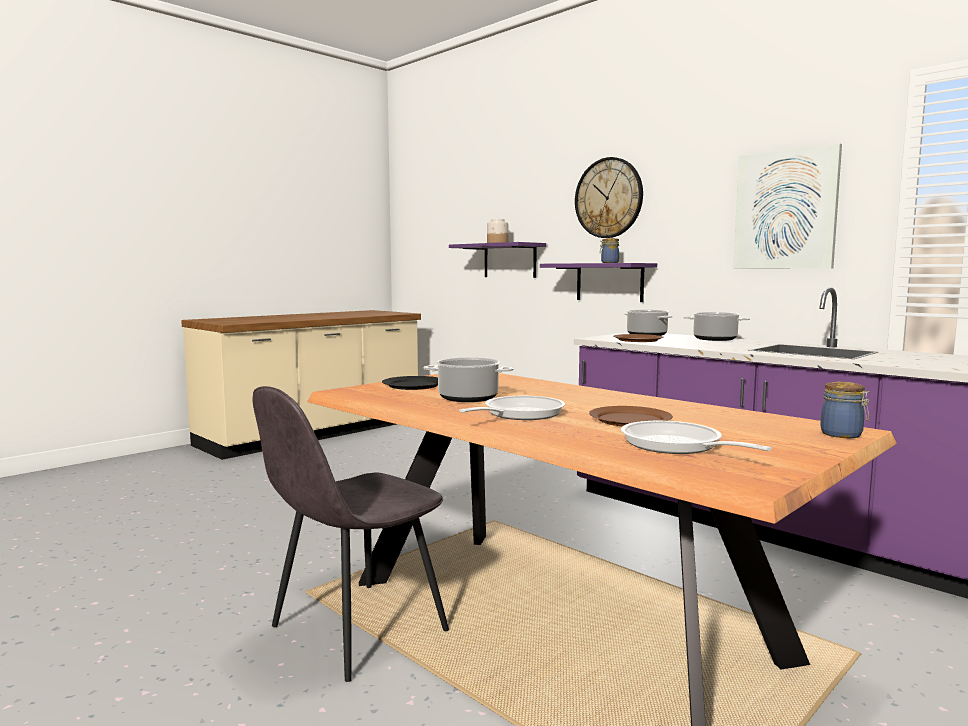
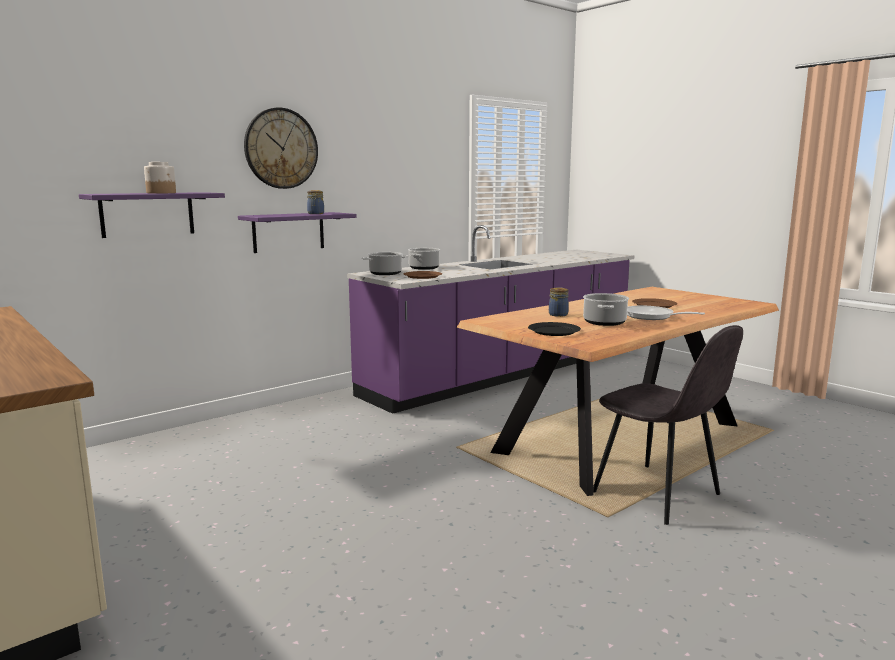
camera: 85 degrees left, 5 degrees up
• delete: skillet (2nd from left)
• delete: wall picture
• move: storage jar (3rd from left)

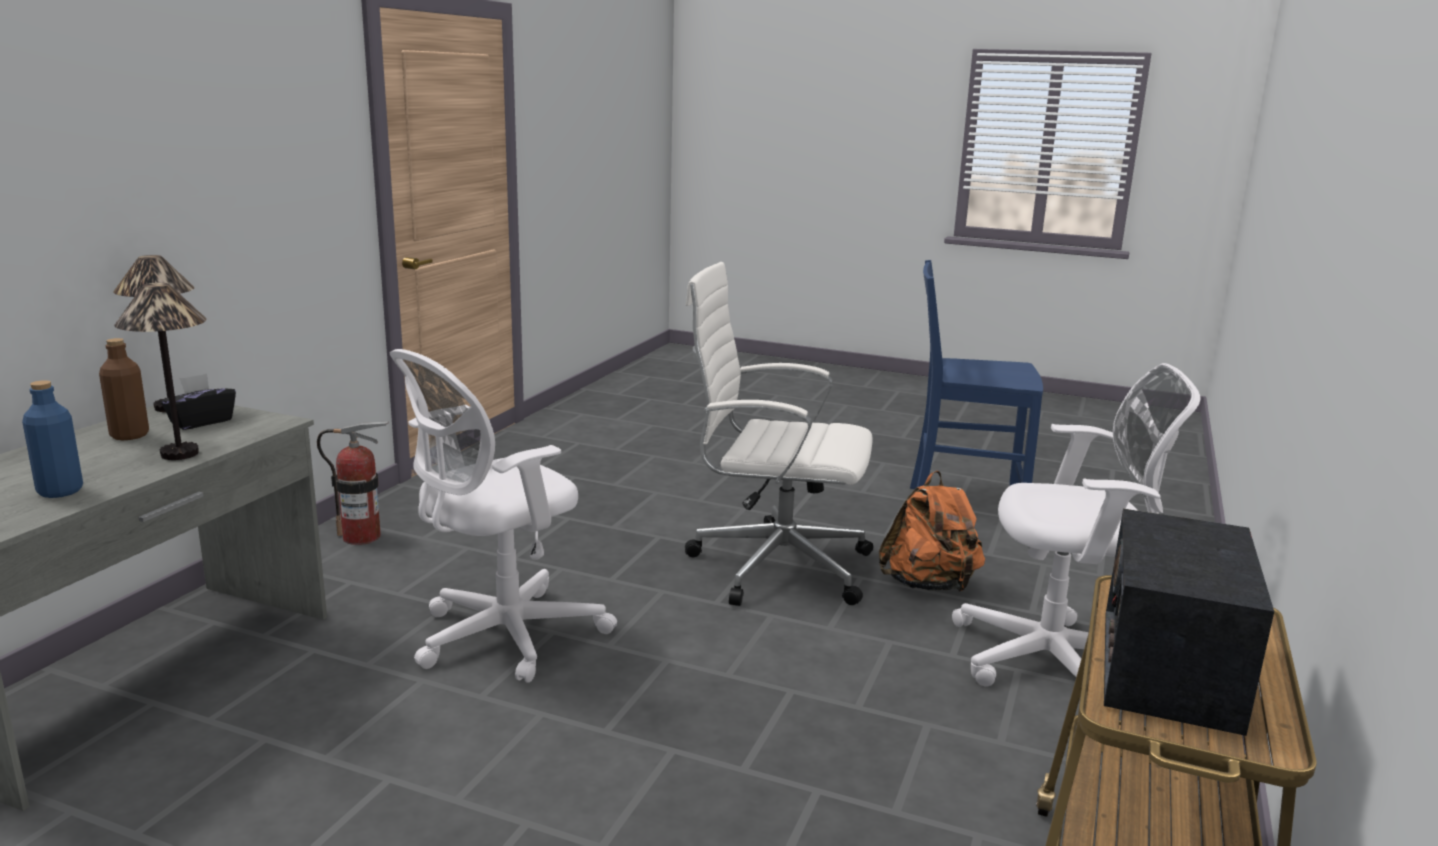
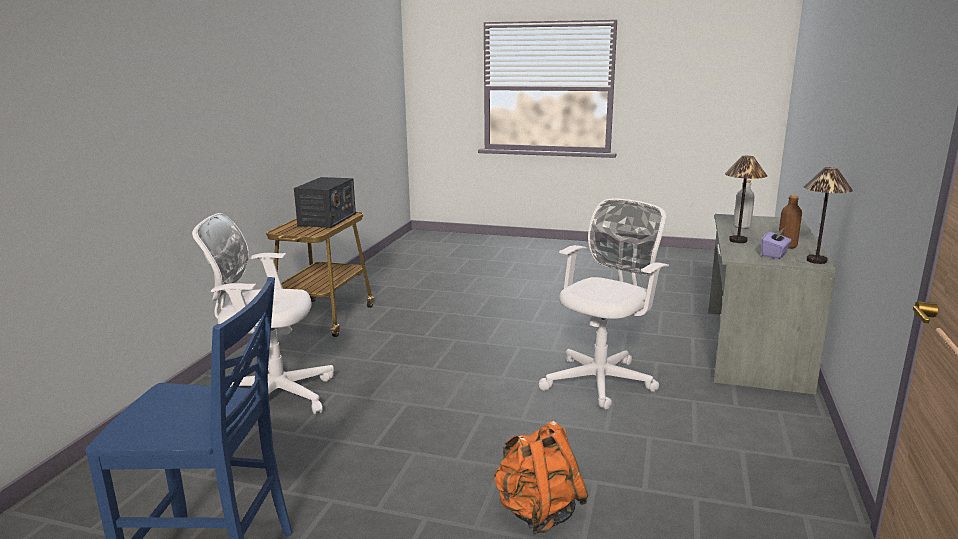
camera: 175 degrees right, 0 degrees up
• delete: fire extinguisher
• delete: computer chair (white-coloured) (2nd from left)
• move: rucksack (orangey)
• recolor: beverage bottle (bluish) to beverage bottle (greyish)
• recolor: tissue holder (blackish) to tissue holder (purple)

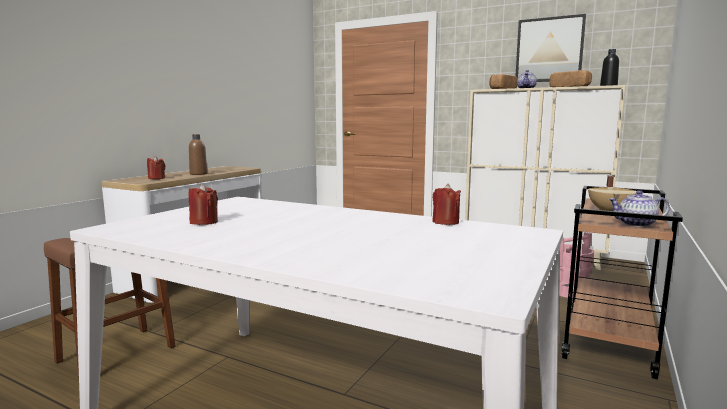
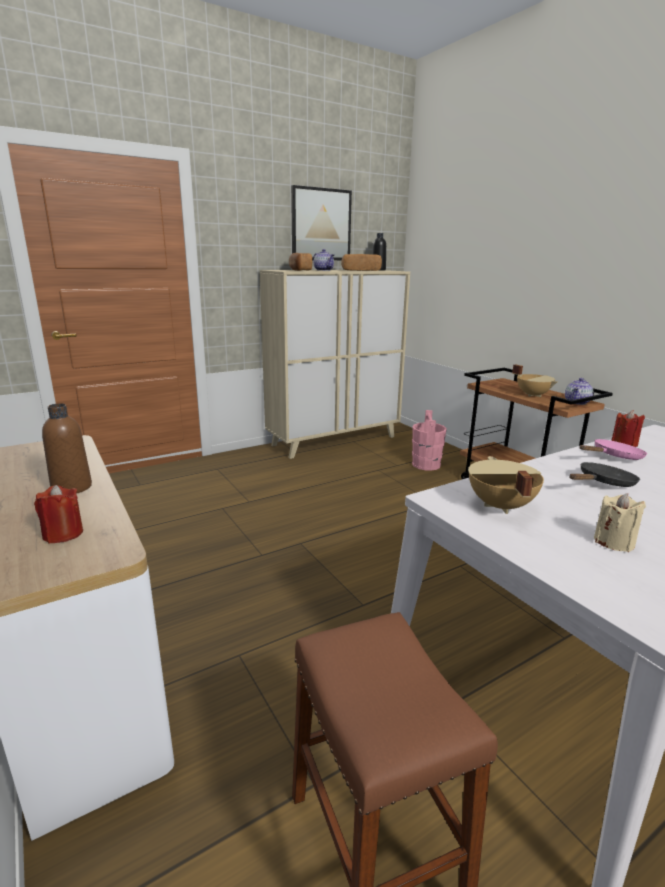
camera: 60 degrees left, 10 degrees up
• insert: saucepot (sand-coloured) (1st from left)
• insert: skillet (blackish)
• insert: skillet (pink)
• recolor: wax candle (reddish) (2nd from left) to wax candle (sand-coloured)

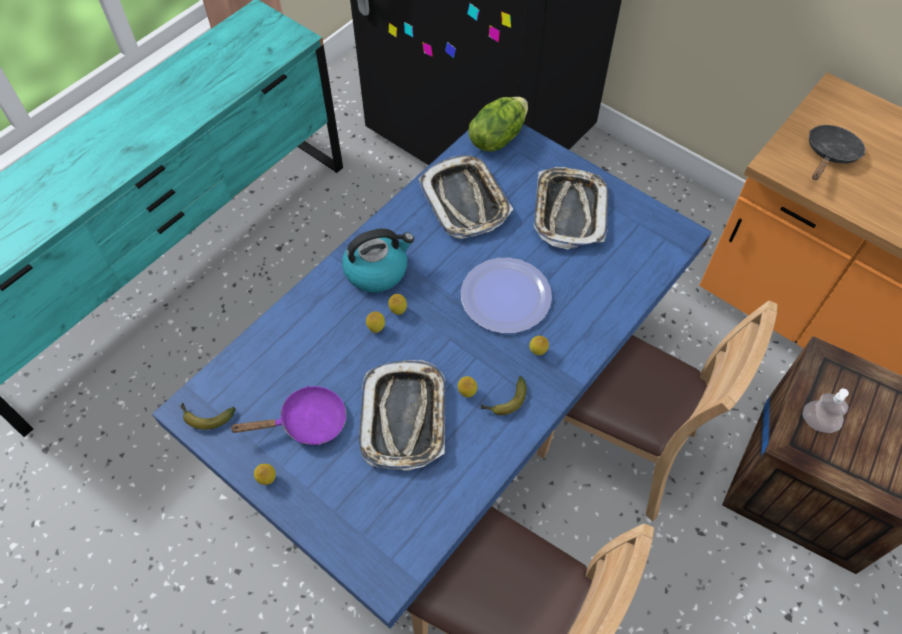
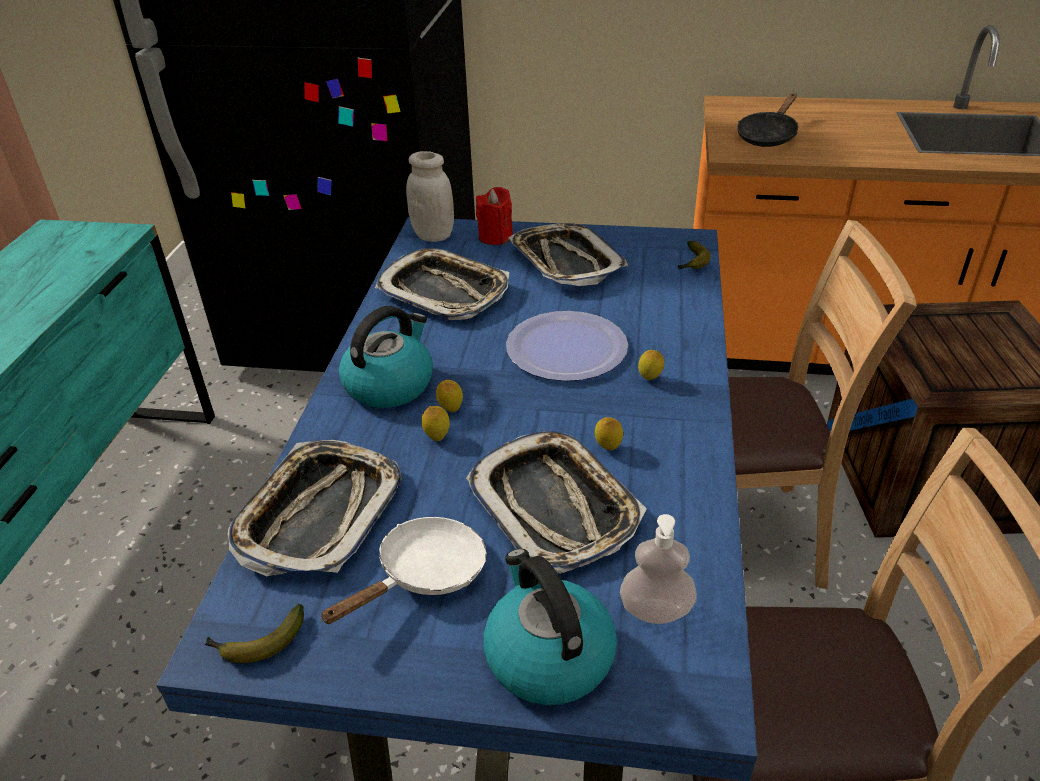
camera: 30 degrees left, 20 degrees down
• delete: lemon (1st from left)
• insert: tray (1st from left)
• insert: wax candle (reddish)
• insert: water kettle (2nd from left)
• move: banana (2nd from left)
• move: soap bottle
• replace: lettuce to storage jar (white-coloured)
• recolor: skillet (purple) to skillet (white-coloured)
• rotate: skillet (blackish) 150 degrees counterclockwise

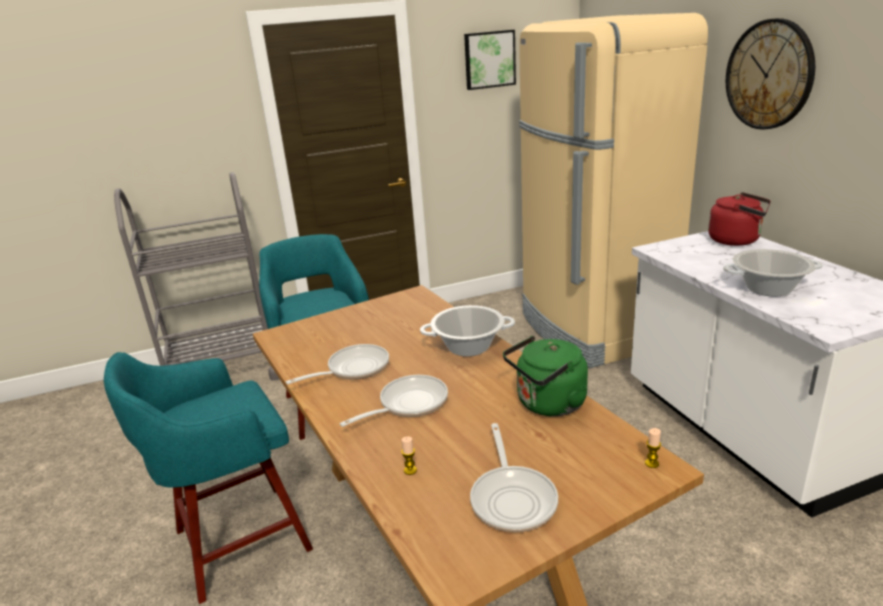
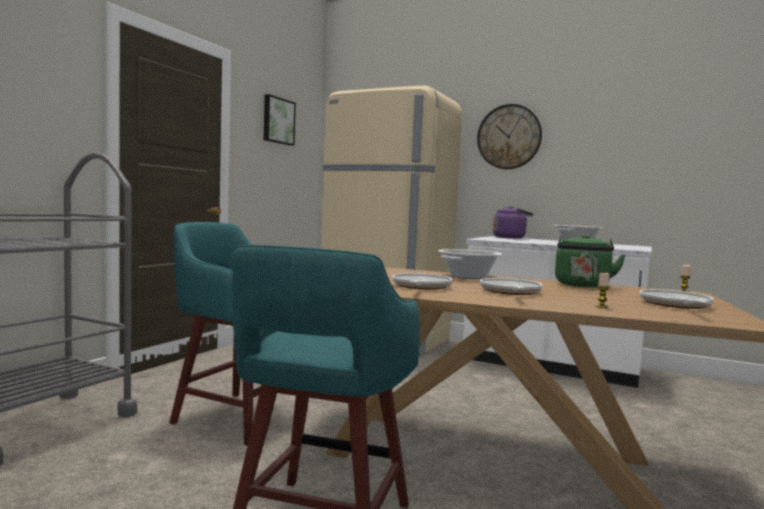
camera: 45 degrees left, 20 degrees down
• recolor: water kettle (reddish) to water kettle (purple)
• rotate: skillet (3rd from left) 120 degrees counterclockwise

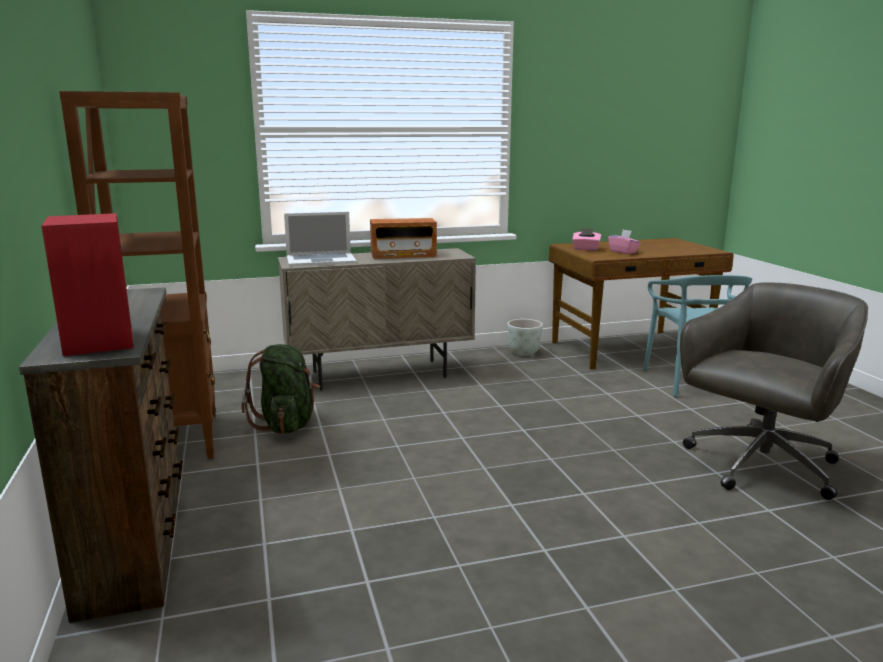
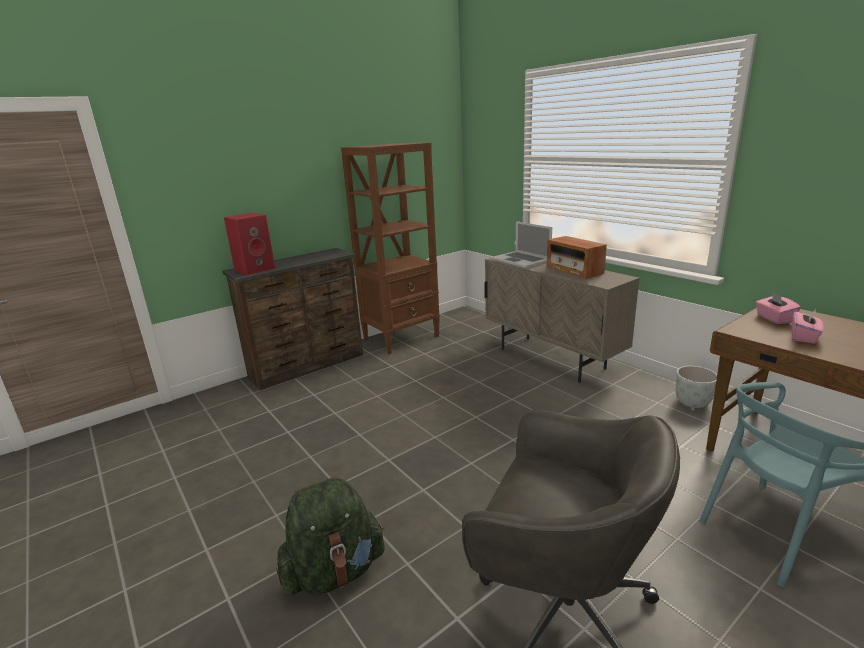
camera: 70 degrees right, 5 degrees up
• move: rucksack (green)

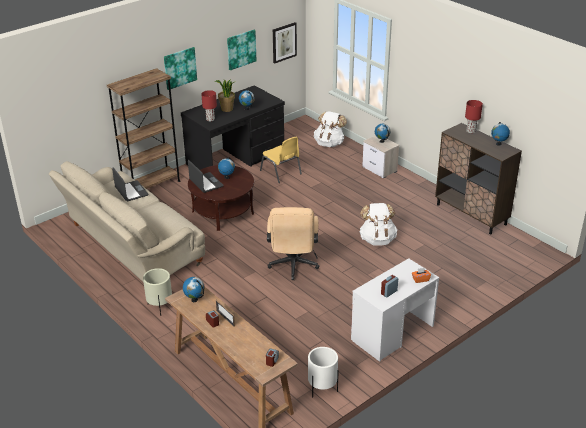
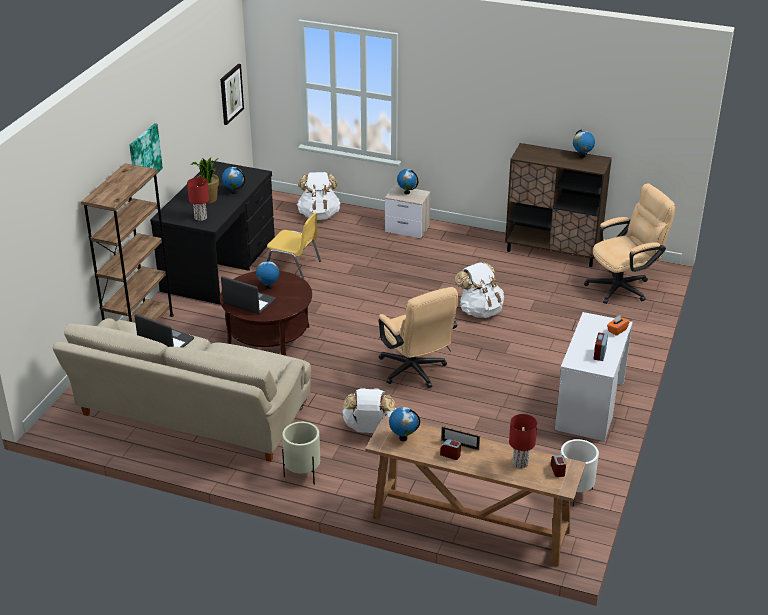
camera: 30 degrees left, 0 degrees up
• delete: wall picture (2nd from left)
• insert: rucksack (white-coloured) (2nd from left)
• insert: computer chair (sand-coloured) (2nd from left)
• move: tabletop lamp (reddish) (2nd from left)

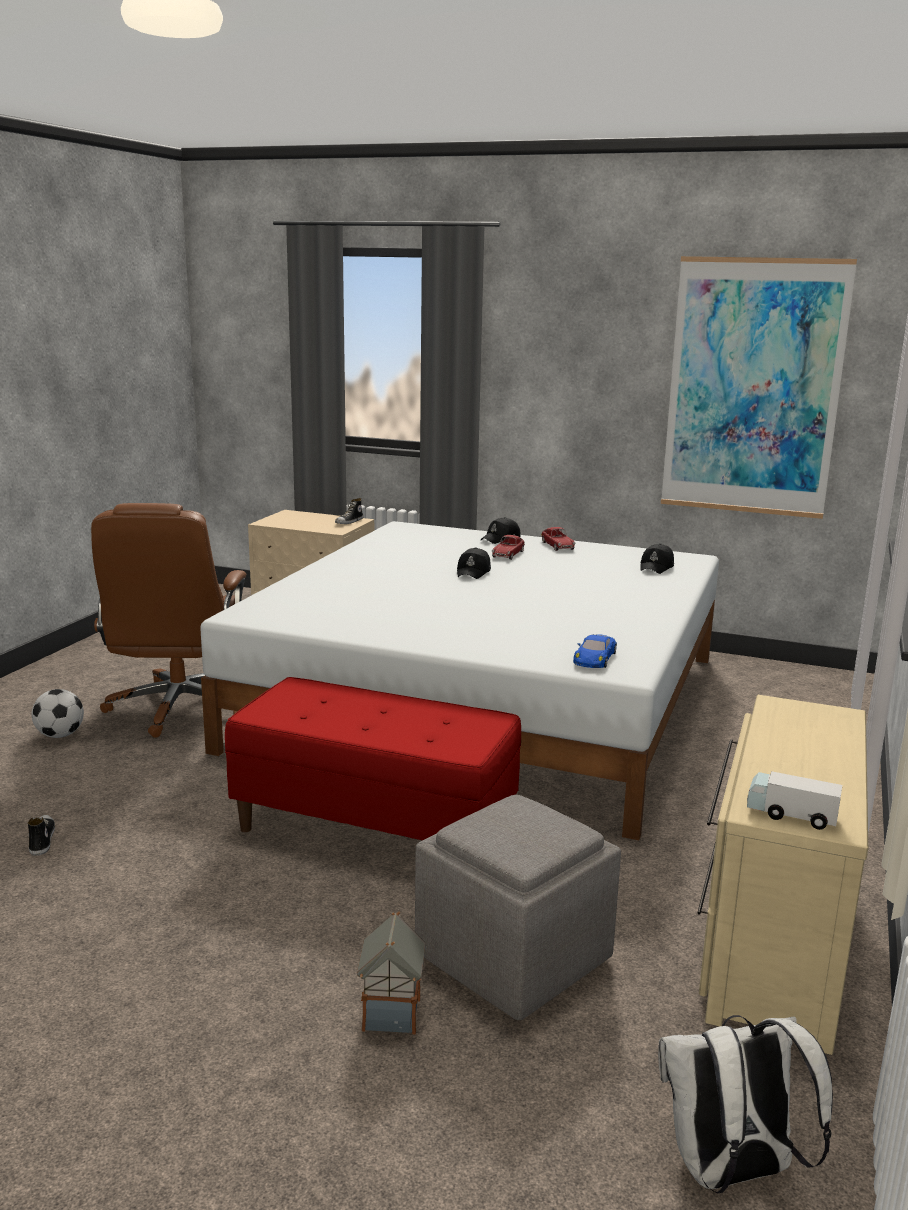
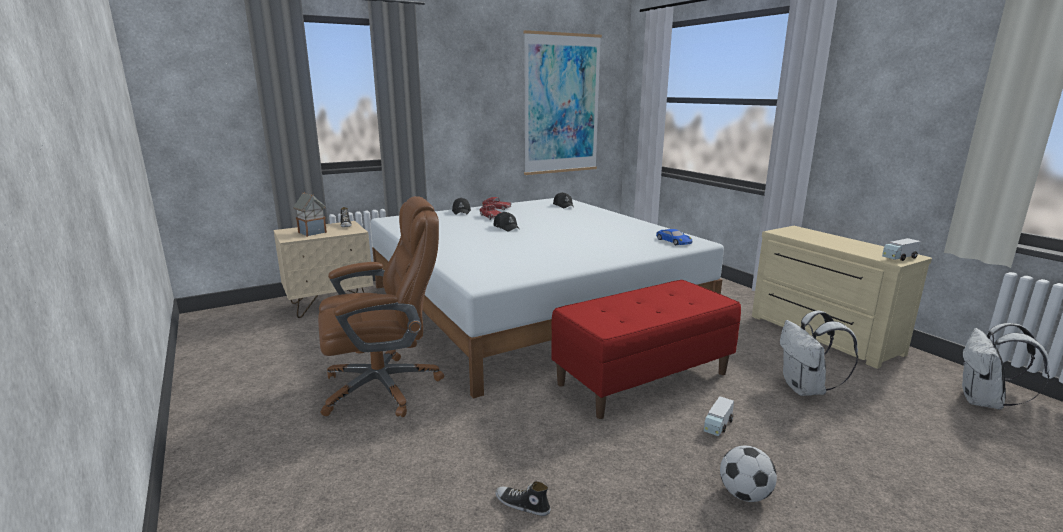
camera: 50 degrees left, 0 degrees up
• insert: toy truck (1st from left)
• move: football
• move: toy house
• replace: pouffe (greyish) to rucksack (white-coloured) (1st from left)
• rotate: computer chair (brown) 60 degrees counterclockwise

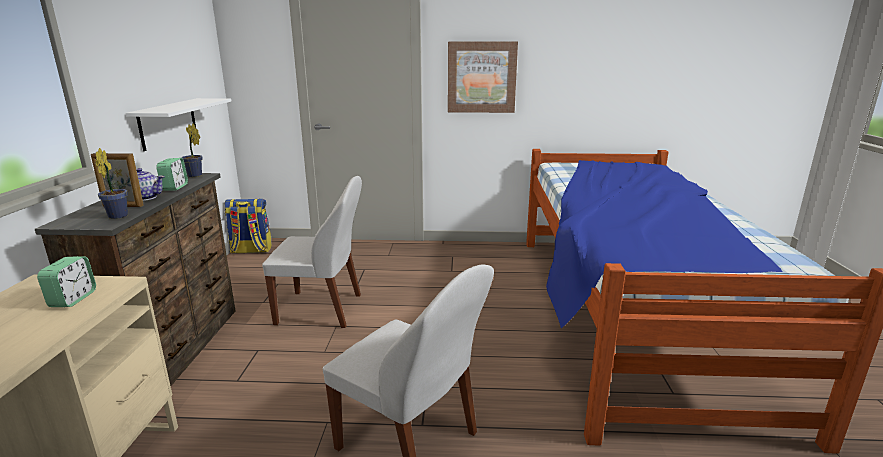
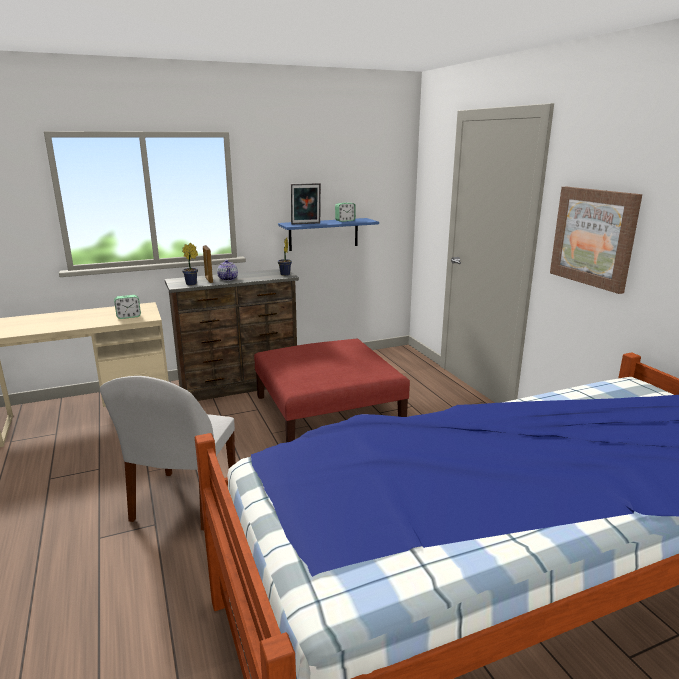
camera: 65 degrees right, 0 degrees up
• delete: rucksack
• insert: photo frame (2nd from left)
• move: bedside clock (2nd from left)
• replace: chair (white-coloured) (1st from left) to pouffe (reddish)
• recolor: bracket shelf (white-coloured) to bracket shelf (bluish)

